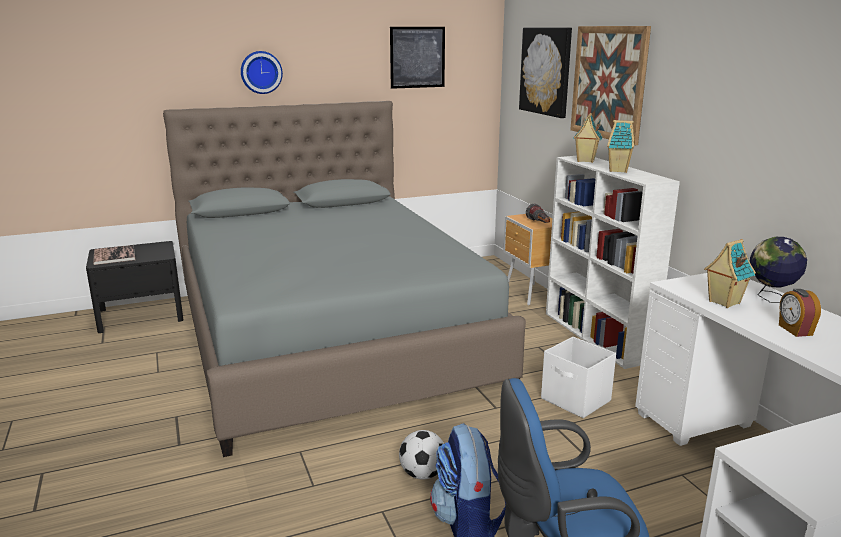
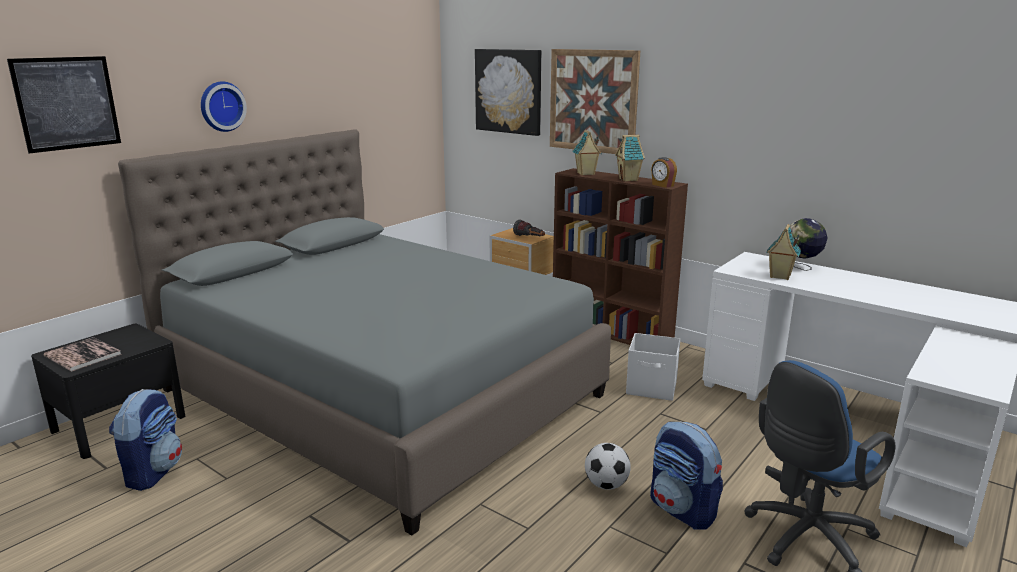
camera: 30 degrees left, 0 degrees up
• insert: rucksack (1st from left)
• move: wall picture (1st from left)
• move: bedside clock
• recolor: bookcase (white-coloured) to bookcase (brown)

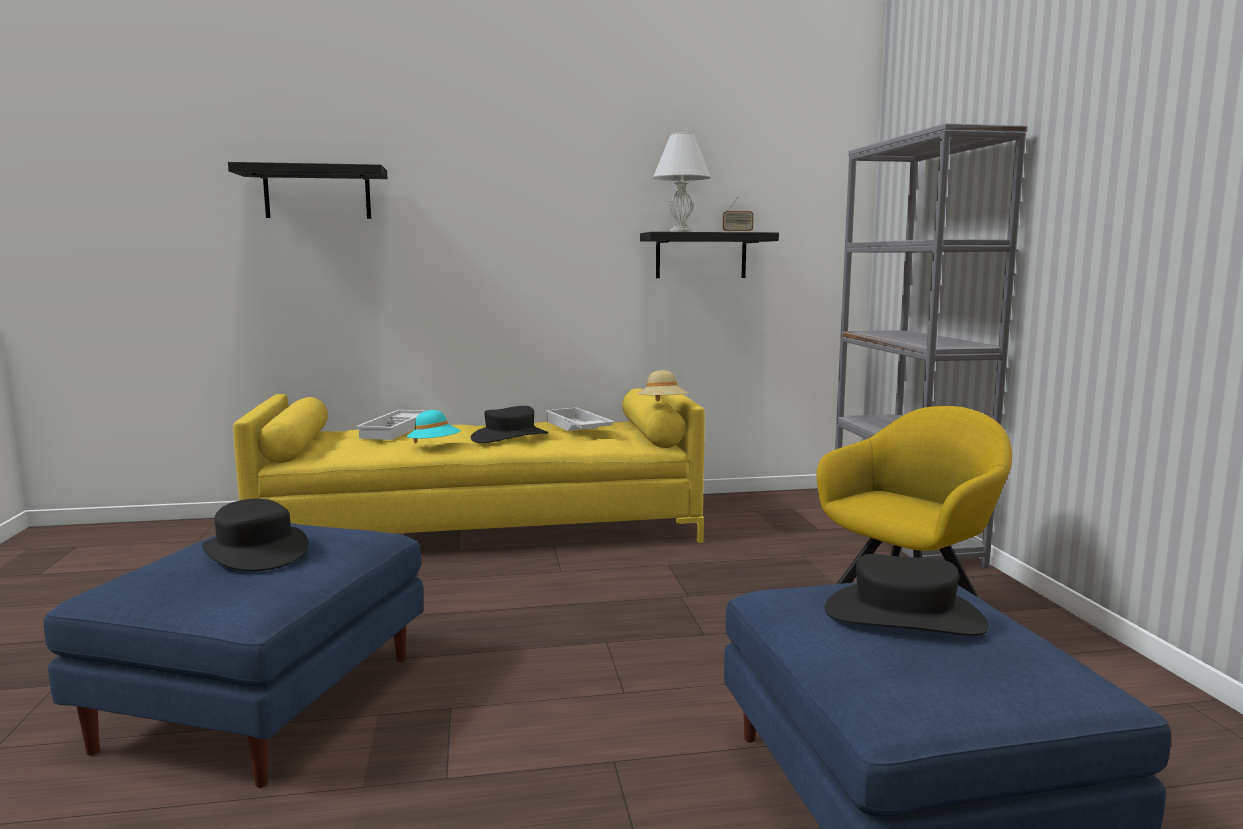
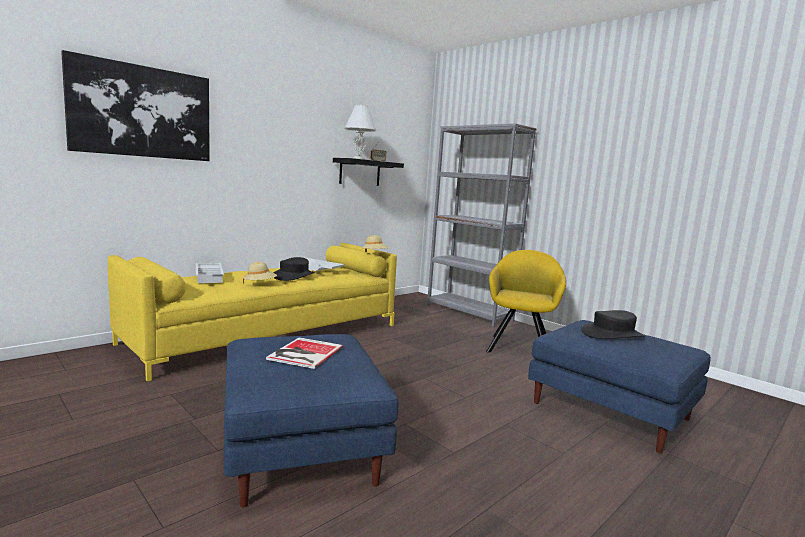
camera: 35 degrees left, 0 degrees up
• replace: wearable hat (blackish) (1st from left) to bound book
• replace: bracket shelf (blackish) (1st from left) to wall picture
• recolor: wearable hat (blue-green) to wearable hat (sand-coloured) (1st from left)

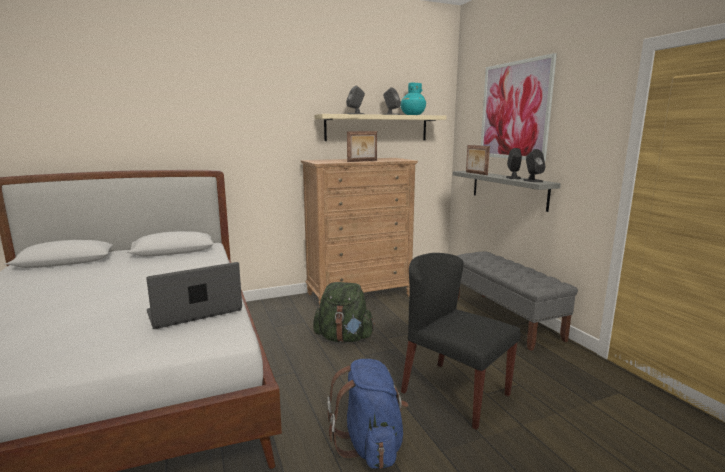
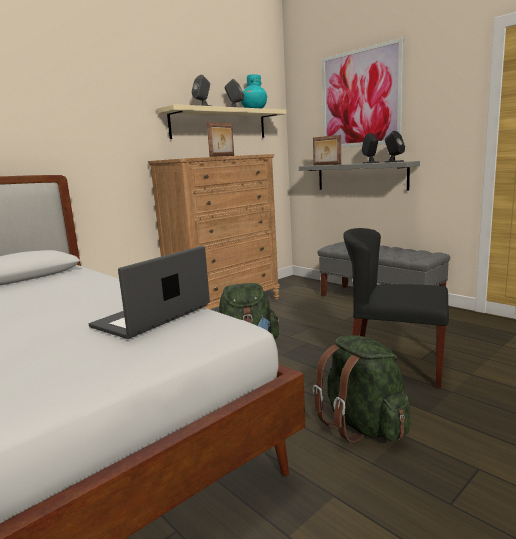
camera: 20 degrees left, 0 degrees up
• recolor: rucksack (bluish) to rucksack (green) (2nd from left)

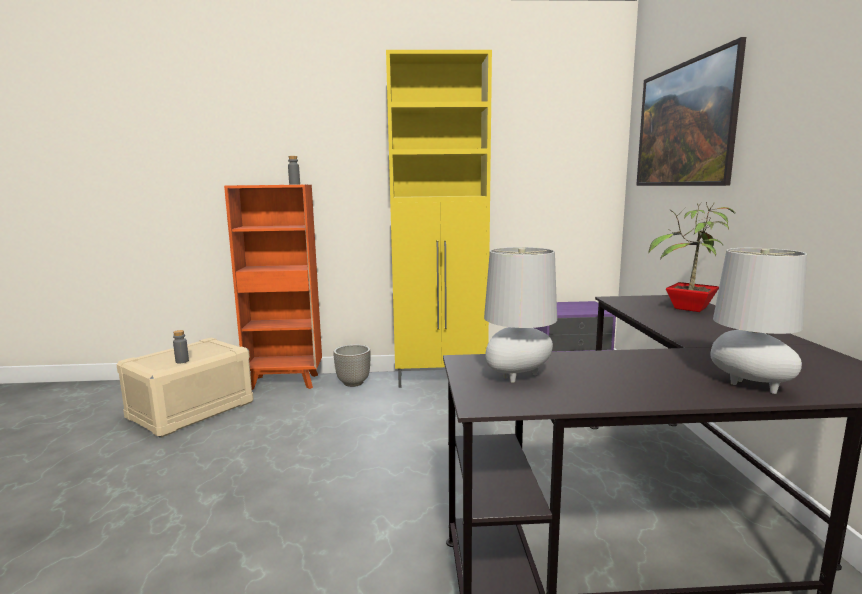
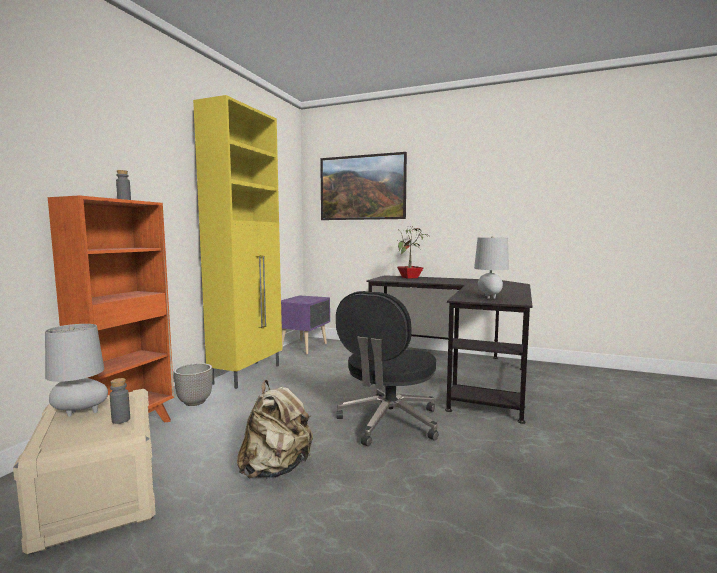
camera: 65 degrees left, 5 degrees down
• insert: rucksack (sand-coloured)
• insert: computer chair (blackish)
• move: tabletop lamp (greyish) (2nd from left in the first image) to tabletop lamp (greyish) (1st from left)

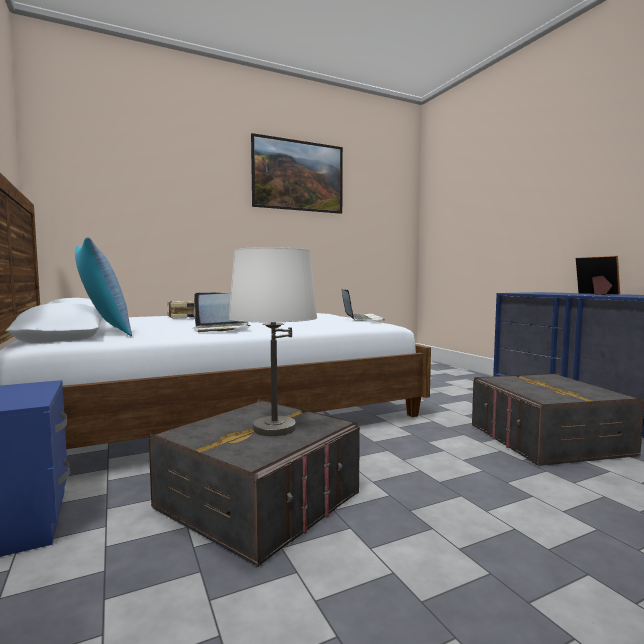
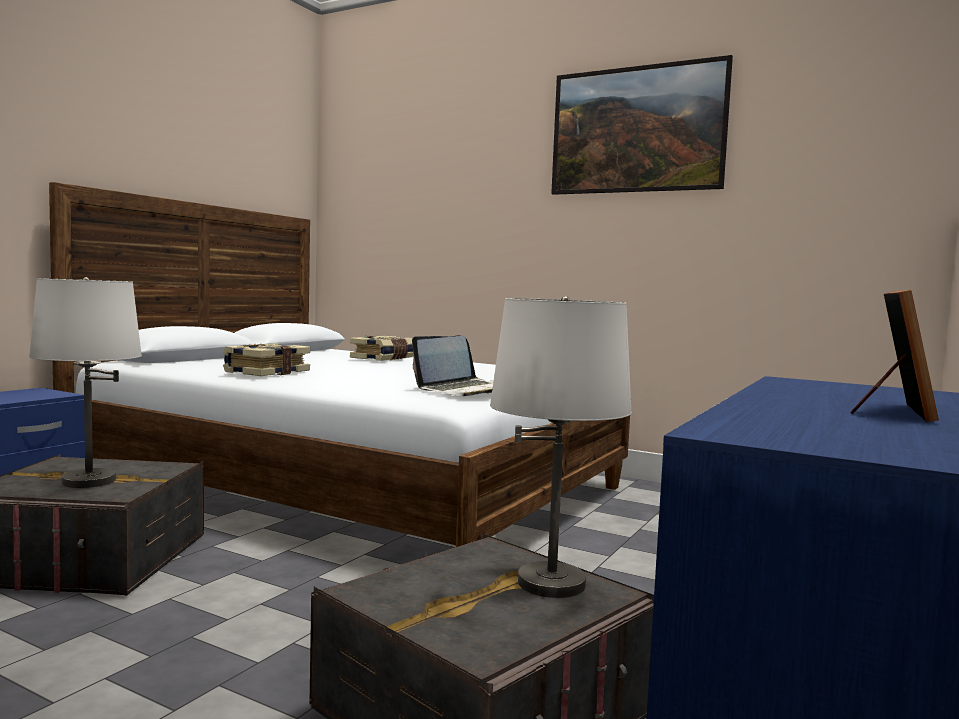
camera: 55 degrees right, 0 degrees up
• delete: cushion
• insert: tabletop lamp (white-coloured) (2nd from left)
• replace: portable computer (1st from left) to bound book (1st from left)

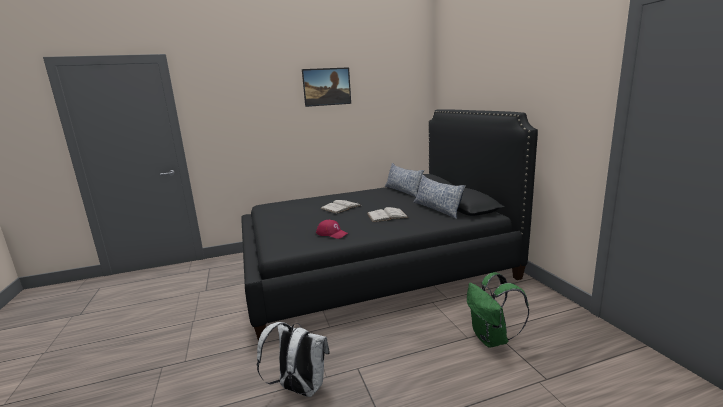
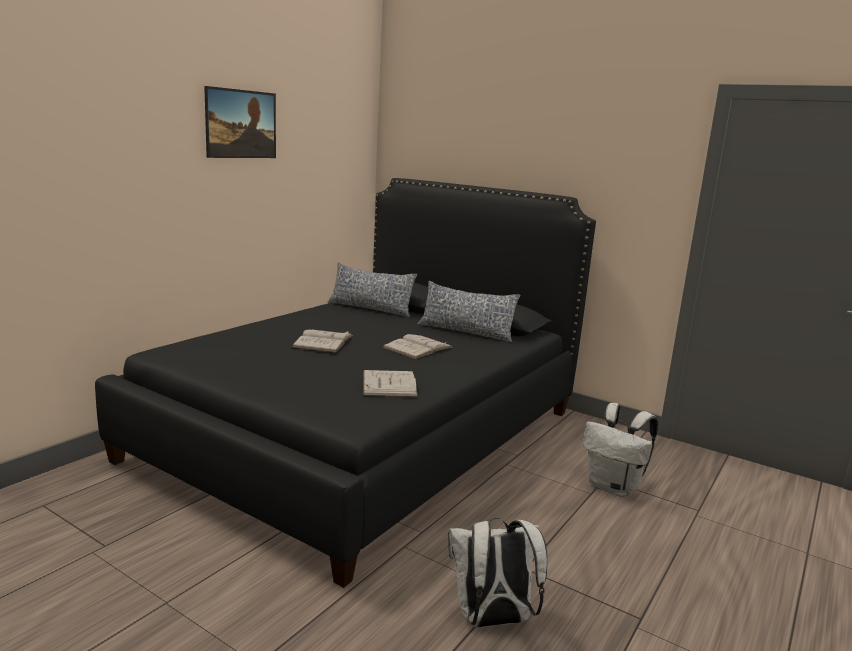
camera: 40 degrees left, 0 degrees up
• replace: baseball cap (reddish) to bound book (white-coloured) (2nd from left)
• recolor: rucksack (green) to rucksack (white-coloured) (2nd from left)

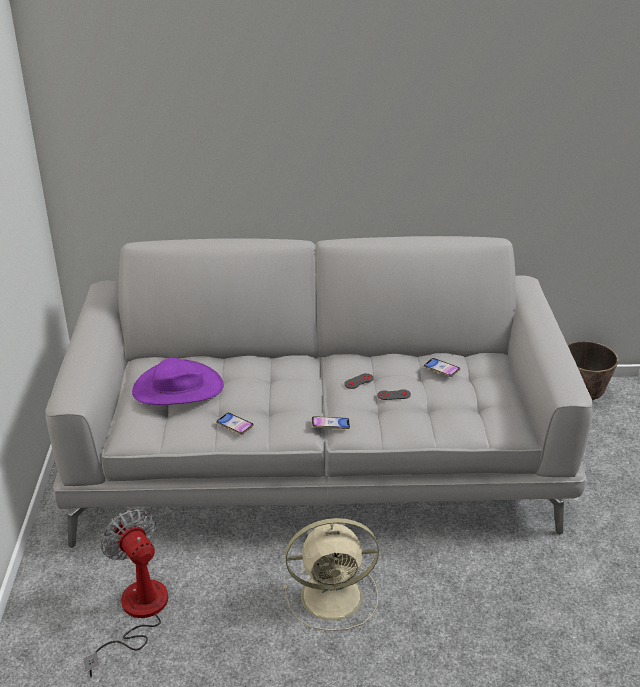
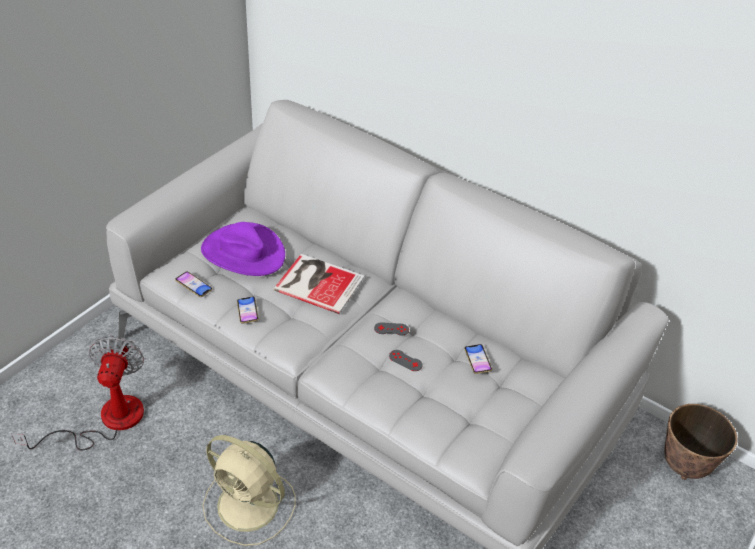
camera: 35 degrees right, 10 degrees up
• insert: bound book
• move: phone (2nd from left in the first image) to phone (1st from left)

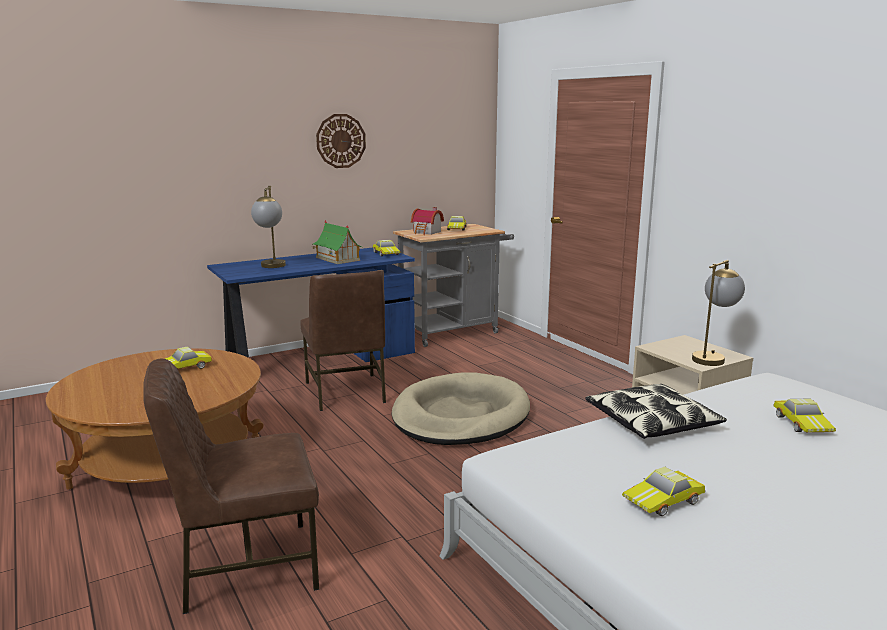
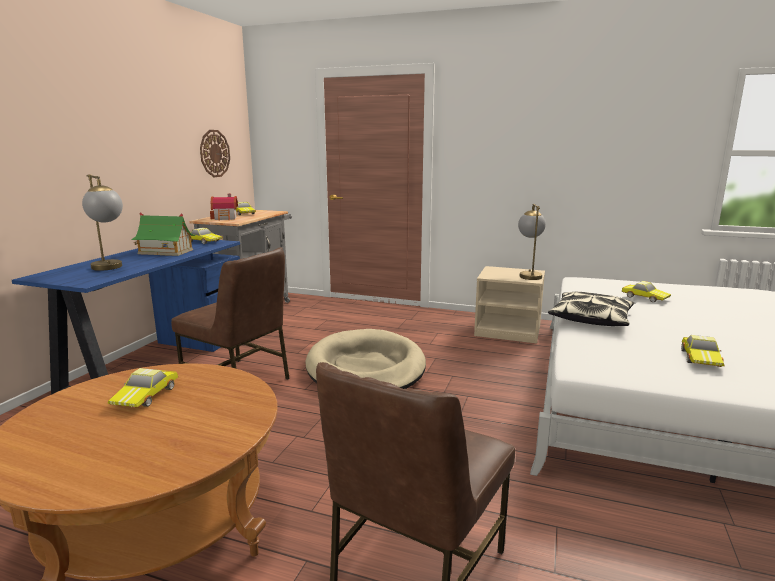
camera: 40 degrees left, 0 degrees up
• move: hanging clock

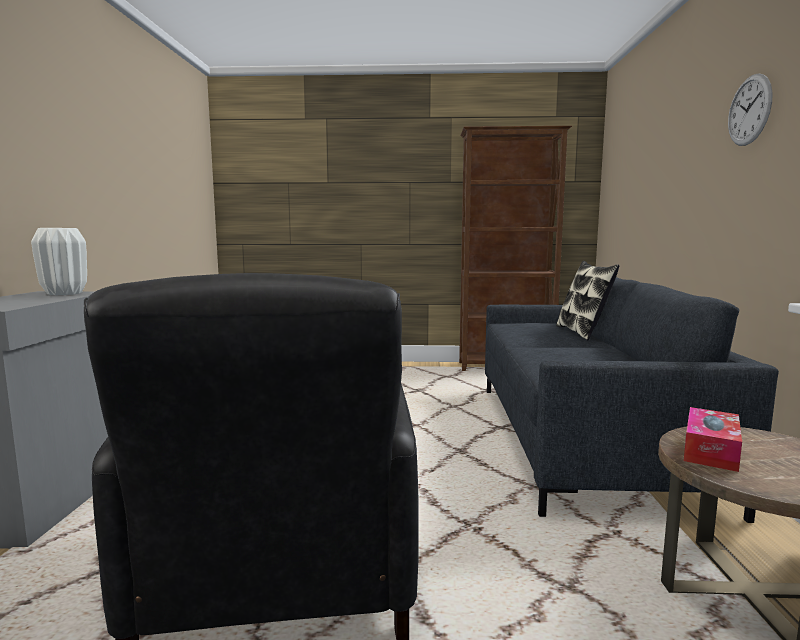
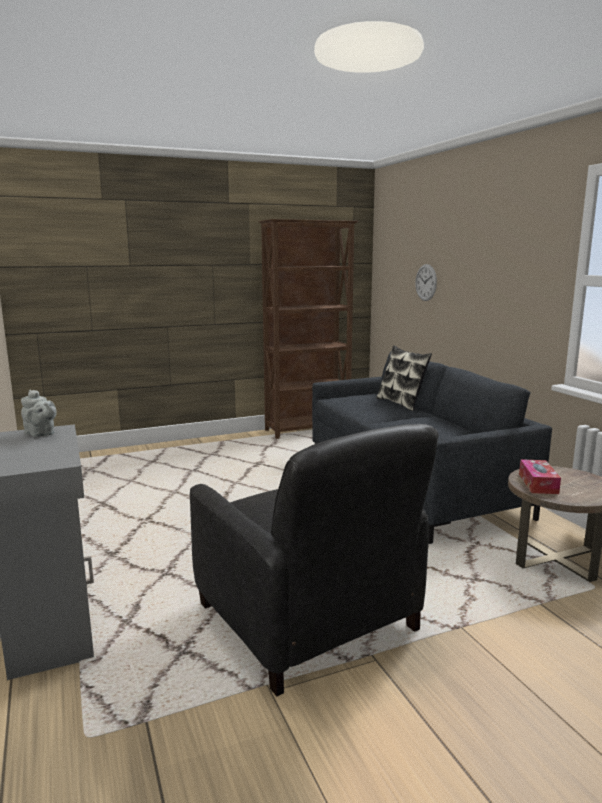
camera: 25 degrees left, 5 degrees up
• move: hanging clock
• replace: flower vase (white-coloured) to pot for tea (greyish)

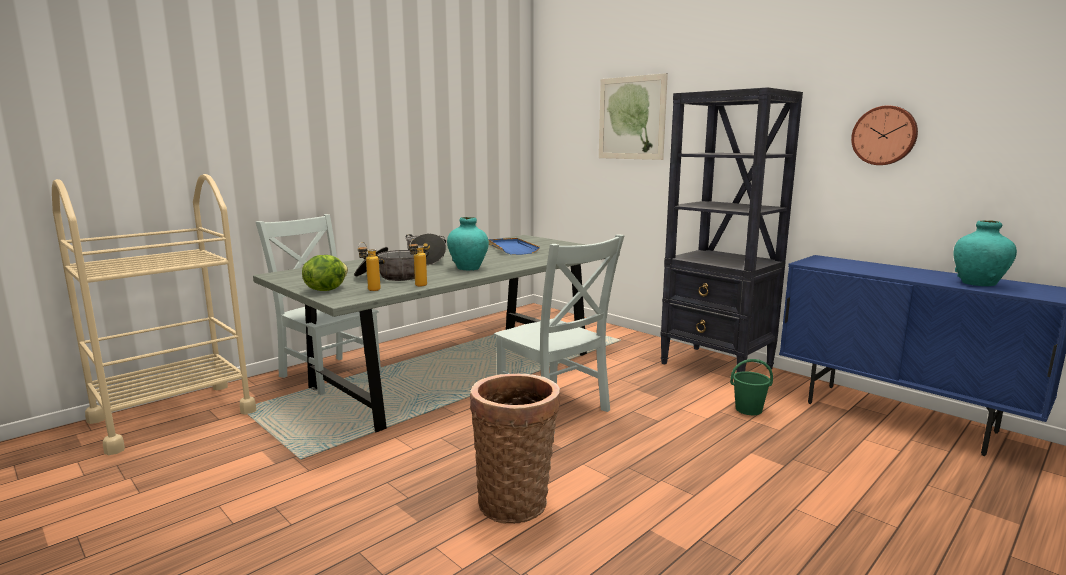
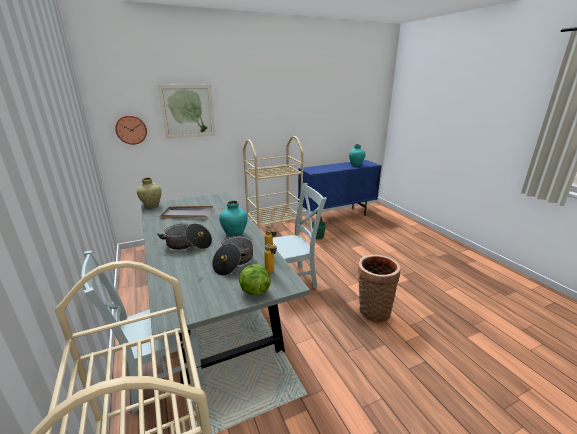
camera: 70 degrees left, 10 degrees up
• insert: flower vase (sand-coloured)
• move: hanging clock
• replace: bookcase (blackish) to wheeled cart (sand-coloured) (2nd from left)
• recolor: tray (bluish) to tray (greyish)

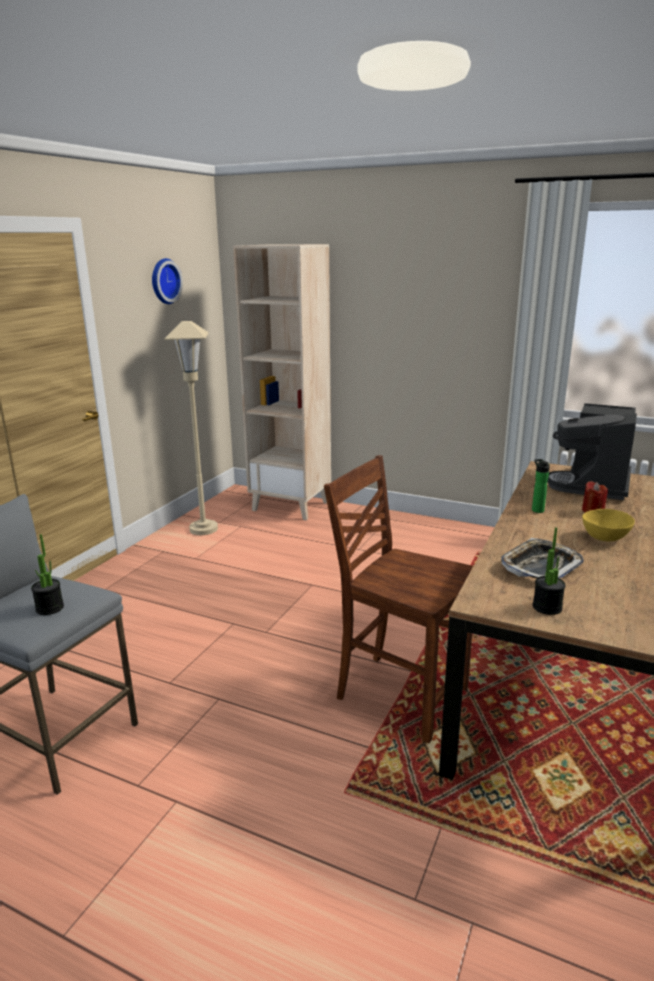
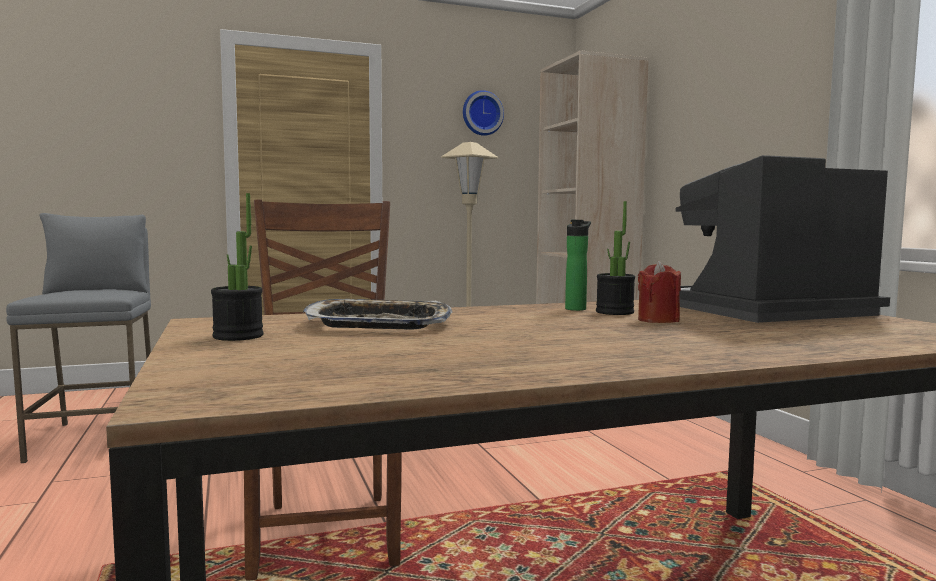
camera: 45 degrees right, 15 degrees down
• delete: bowl (yellow-coloured)
• move: houseplant (1st from left in the first image) to houseplant (2nd from left)

